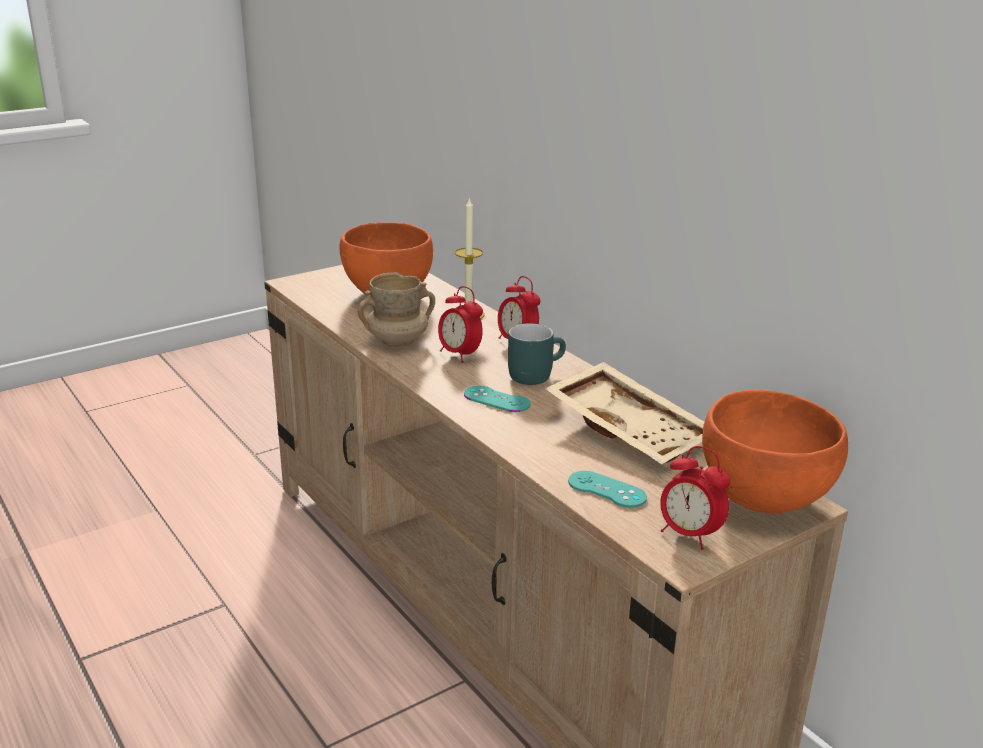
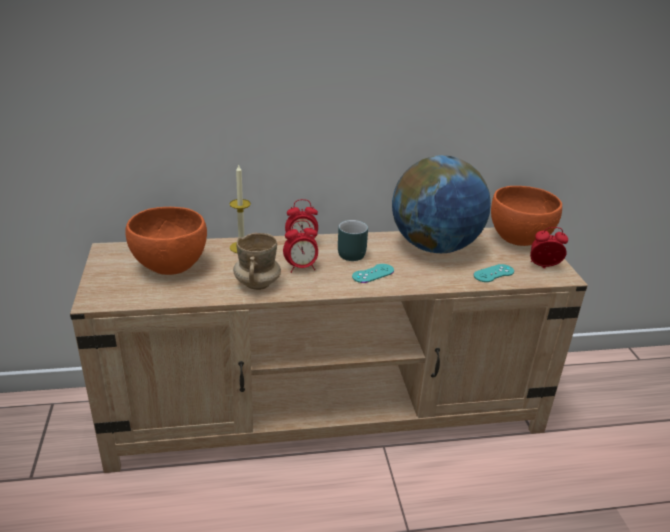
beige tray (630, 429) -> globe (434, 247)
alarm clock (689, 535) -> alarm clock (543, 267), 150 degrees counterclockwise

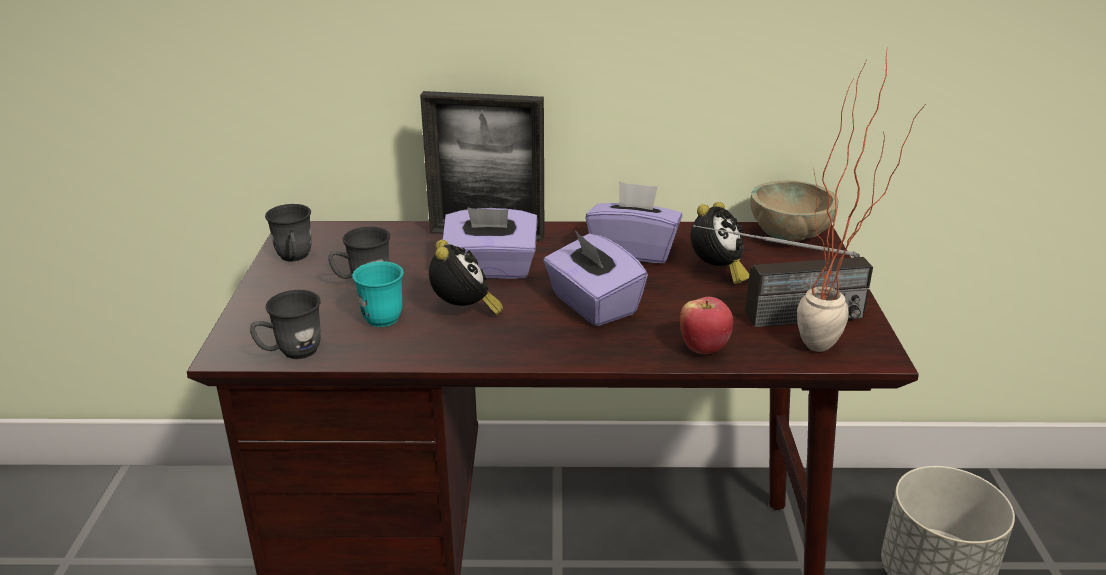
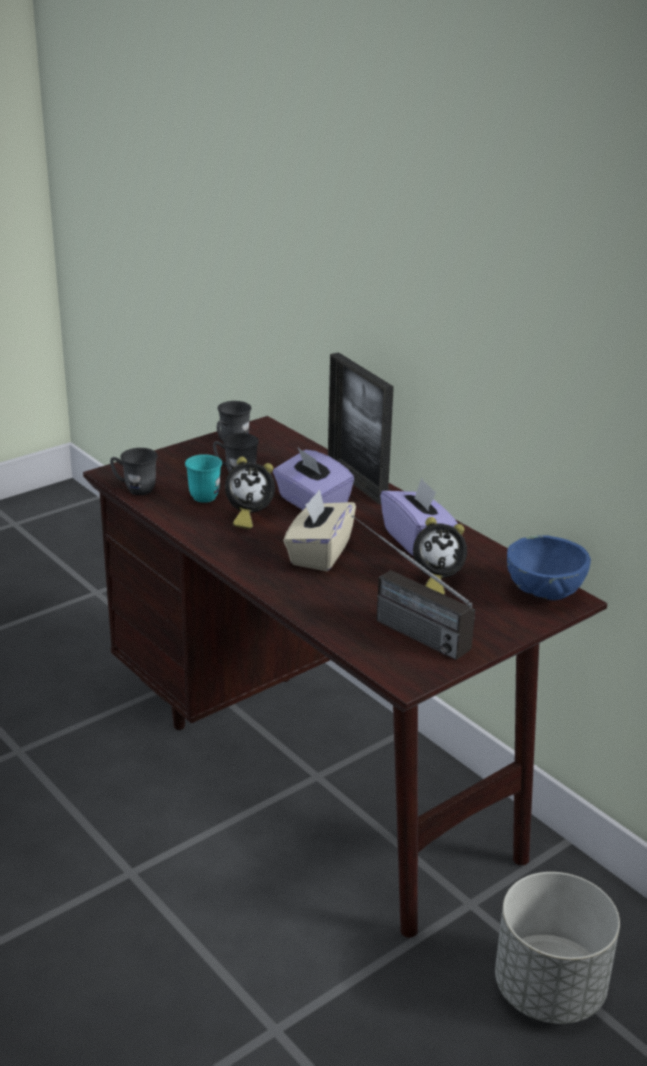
alarm clock (464, 312) -> alarm clock (248, 517), 45 degrees clockwise
purple tissue box (592, 305) -> beige tissue box (319, 553)
apple (704, 348) -> none
beige bowl (789, 237) -> blue bowl (545, 593)
potted plant (830, 353) -> none

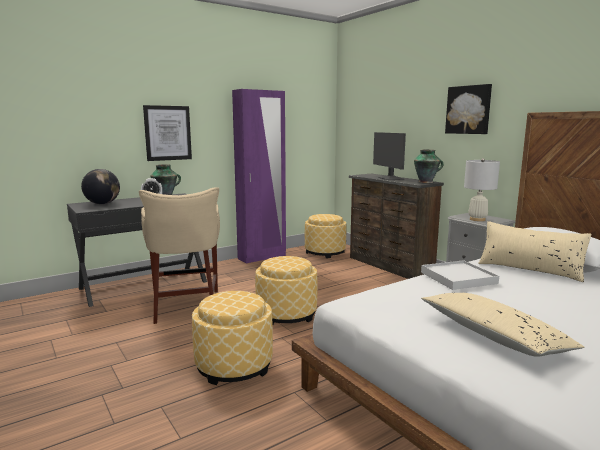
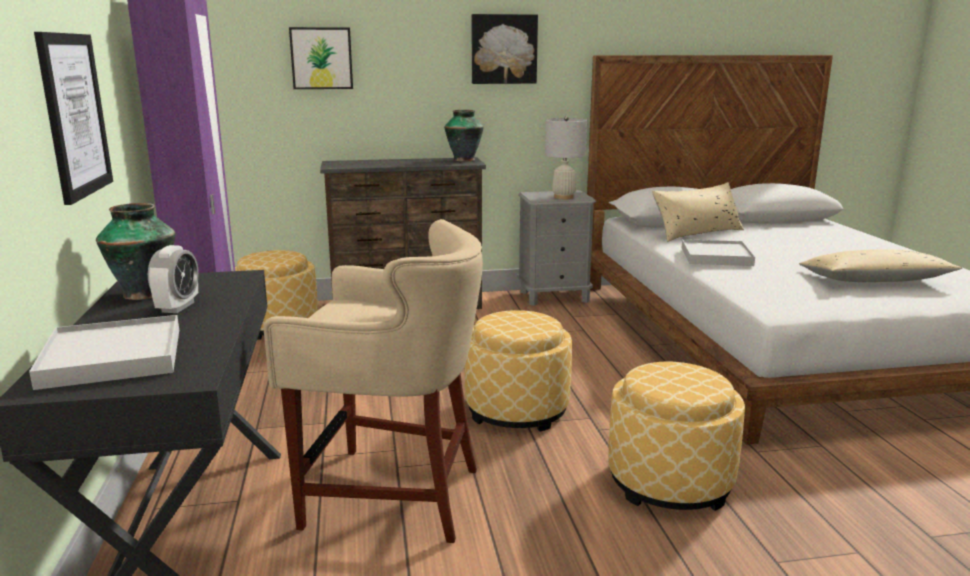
globe (102, 203) -> white tray (112, 357)
monitor (390, 178) -> none
none -> picture (321, 58)

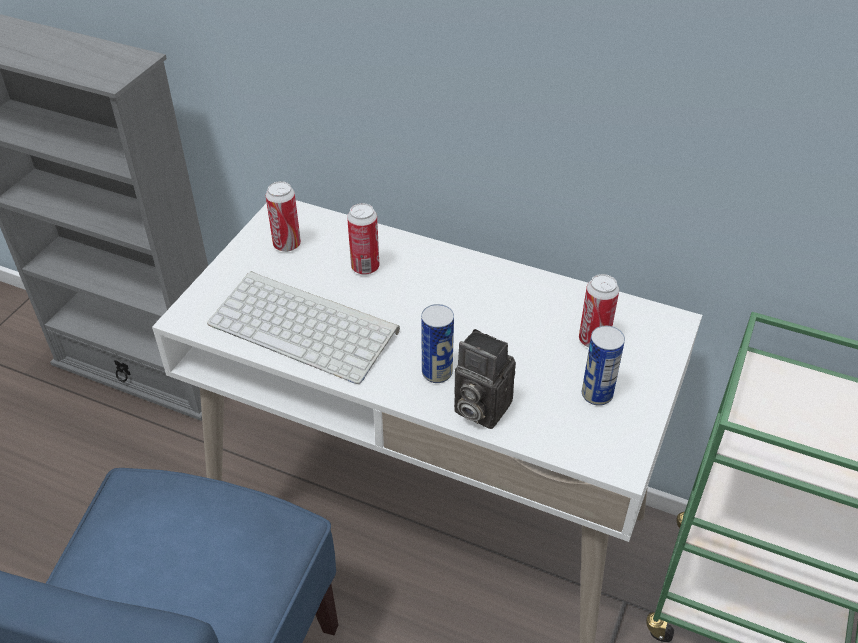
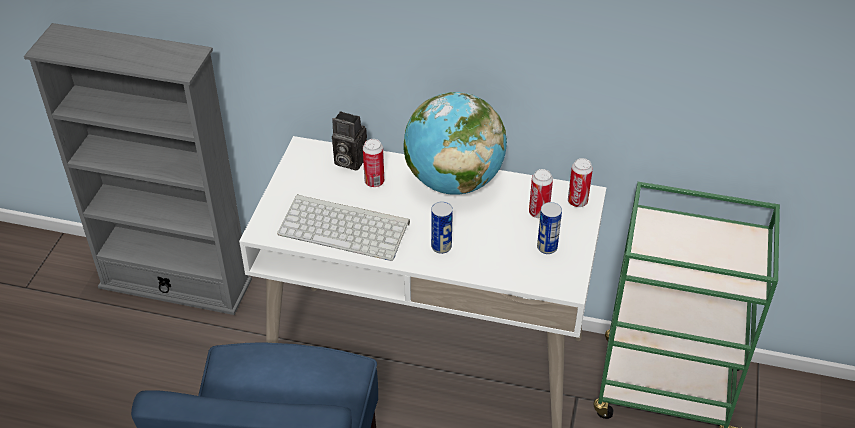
can (287, 245) -> can (577, 201), move
photo camera (478, 408) -> photo camera (348, 160), move
none -> globe (453, 181)

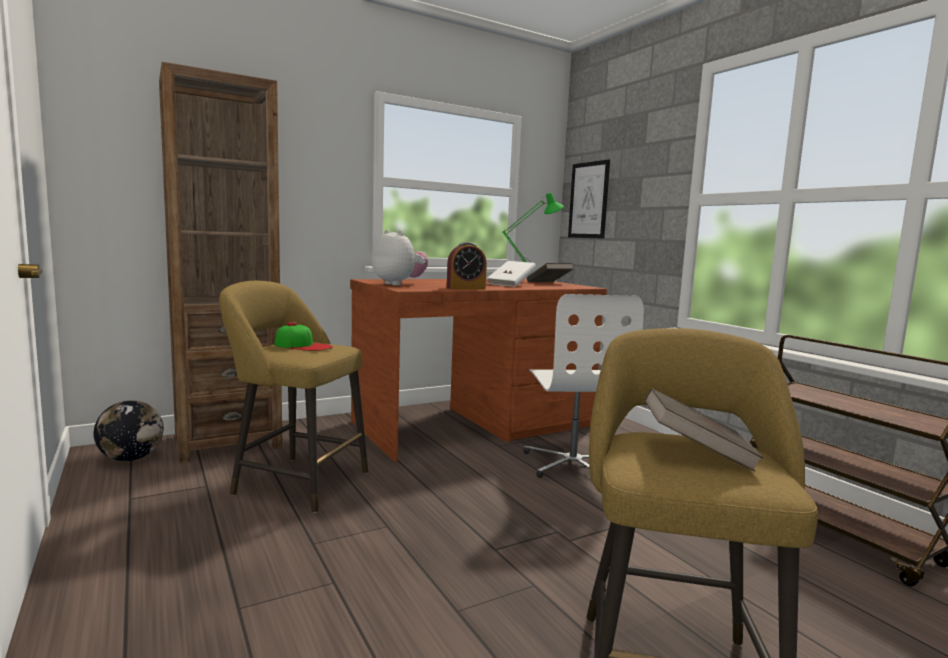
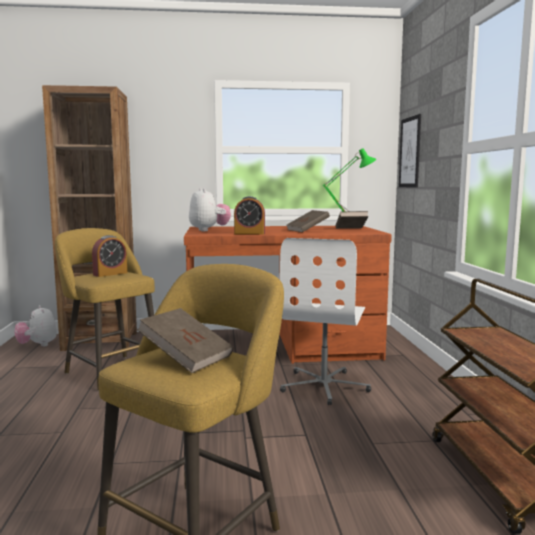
globe (131, 458) -> plush toy (37, 345)
cap (303, 346) -> alarm clock (110, 274)
white book (511, 284) -> brown book (307, 230)

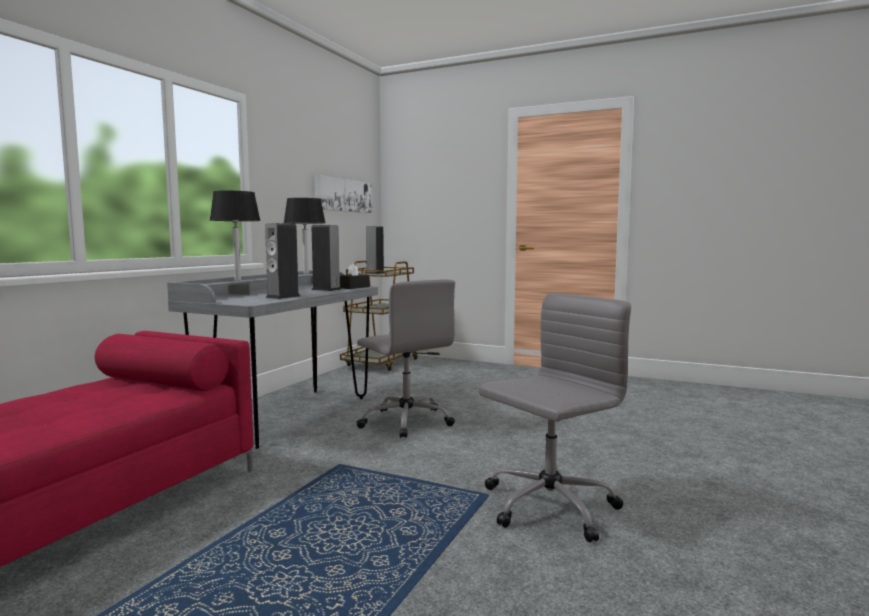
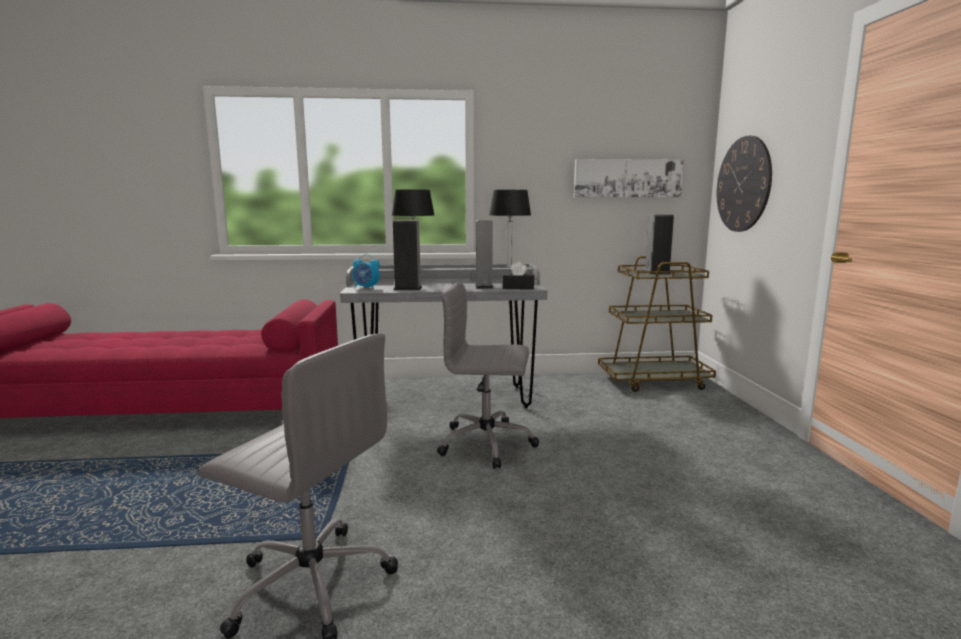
grey office chair (406, 421) -> grey office chair (488, 443), 75 degrees clockwise
none -> alarm clock (366, 288)
none -> wall clock (743, 184)

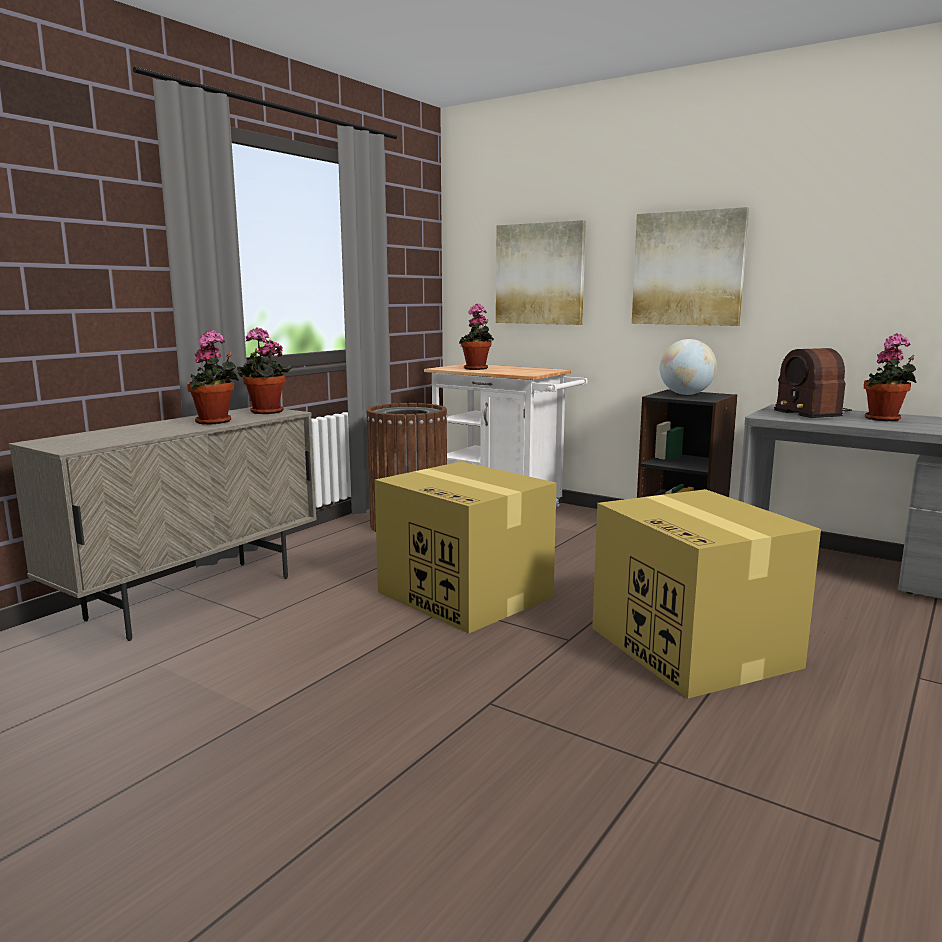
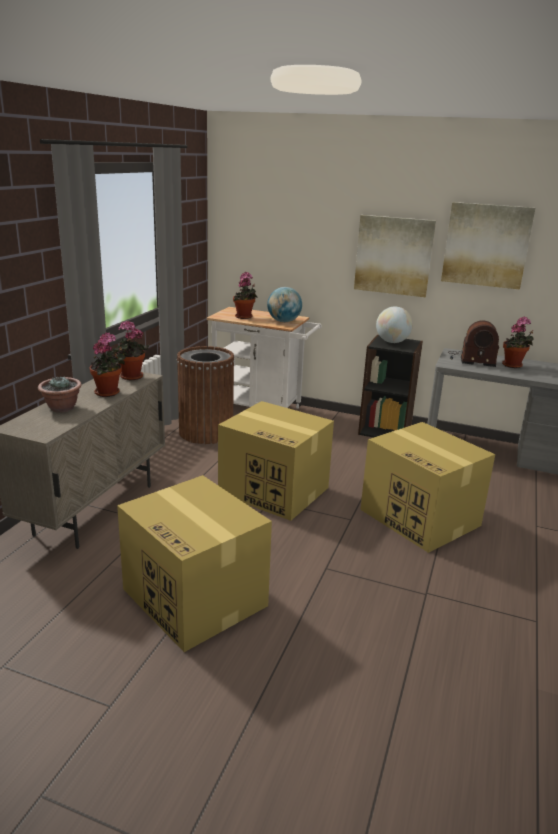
picture (540, 274) -> picture (486, 245), move
radio (811, 413) -> radio (471, 359), 45 degrees counterclockwise
none -> potted plant (62, 408)
none -> cardboard box (196, 598)
none -> globe (283, 321)

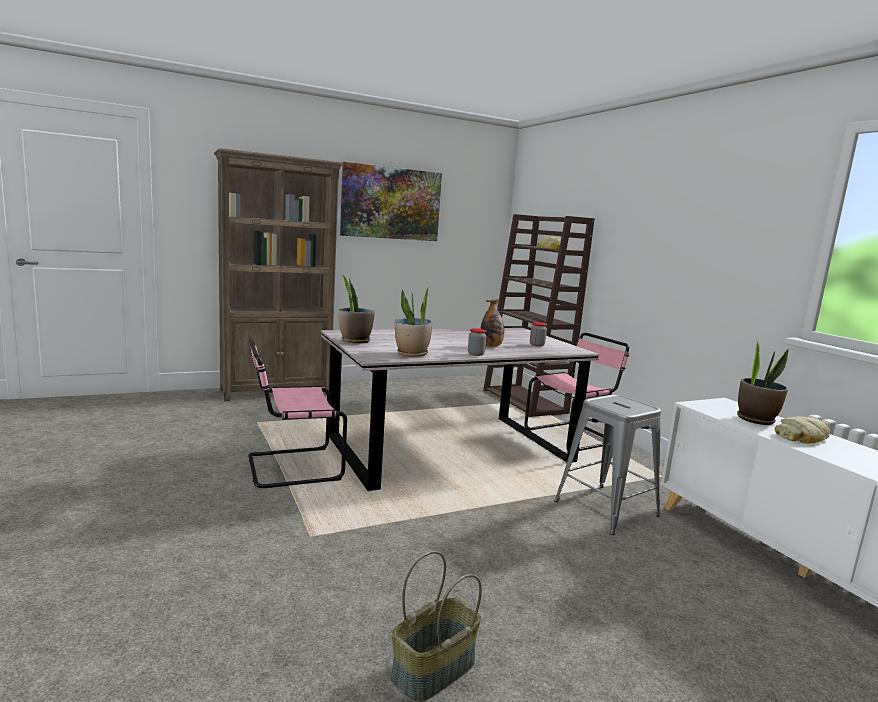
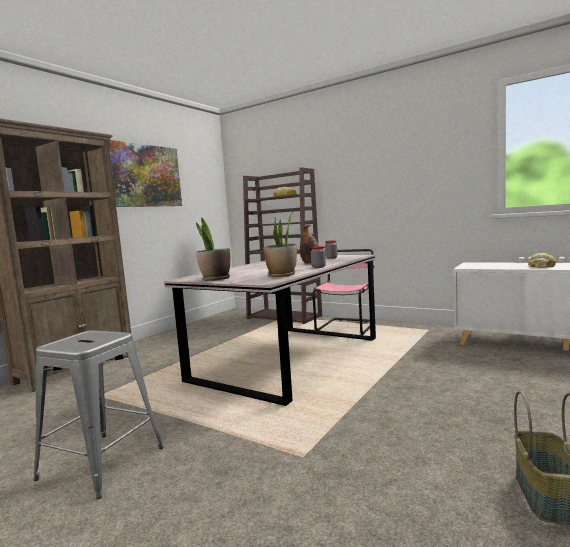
pink chair (290, 468) -> none
grey stool (605, 508) -> grey stool (101, 463), move
potted plant (756, 419) -> none

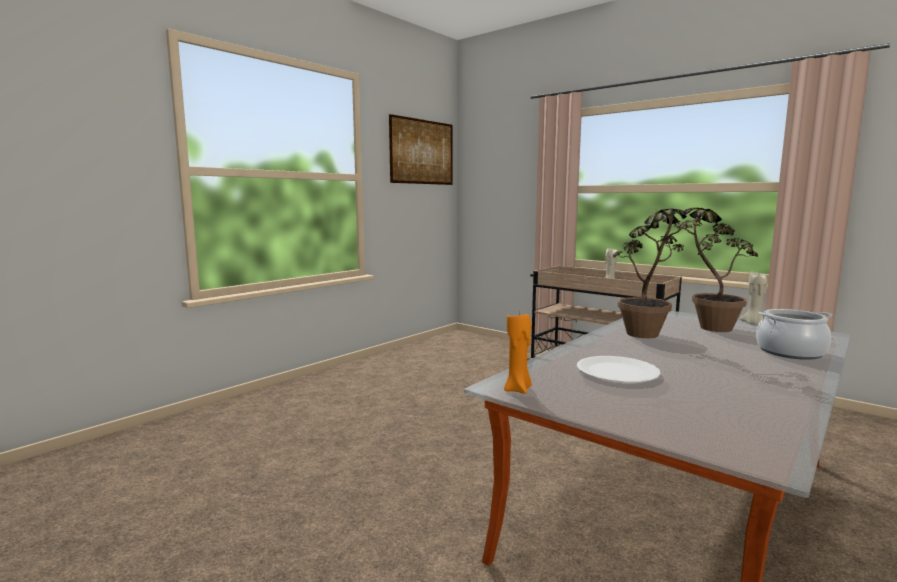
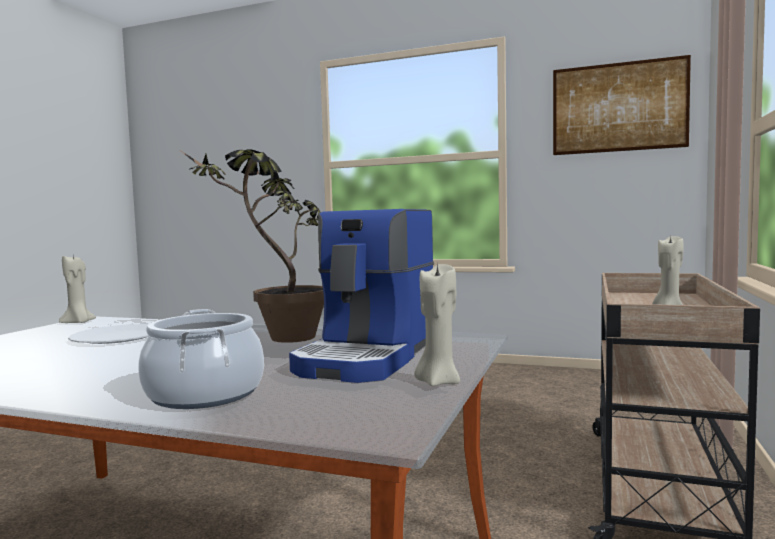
orange candle (518, 389) -> beige candle (78, 323)
potted plant (703, 327) -> coffee machine (369, 357)

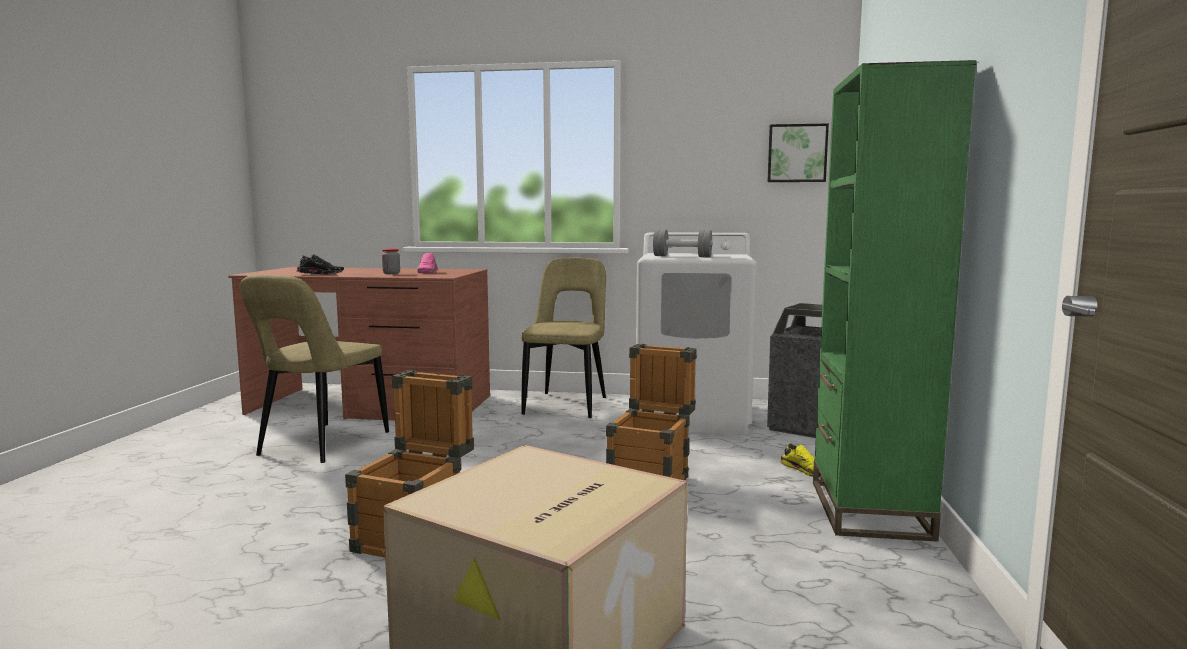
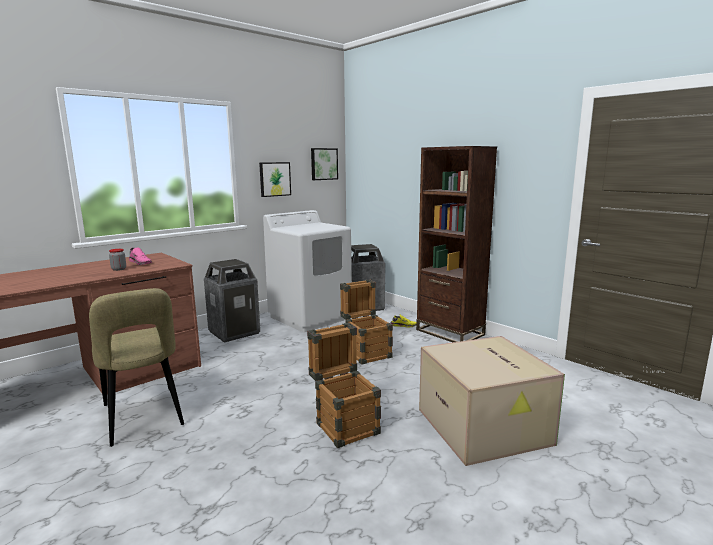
black shoe (321, 274) -> none
beige chair (567, 404) -> trash can (234, 332)
grey dumbbell (682, 256) -> none
green bookcase (868, 509) -> brown bookcase (450, 332)
none -> picture (274, 179)

